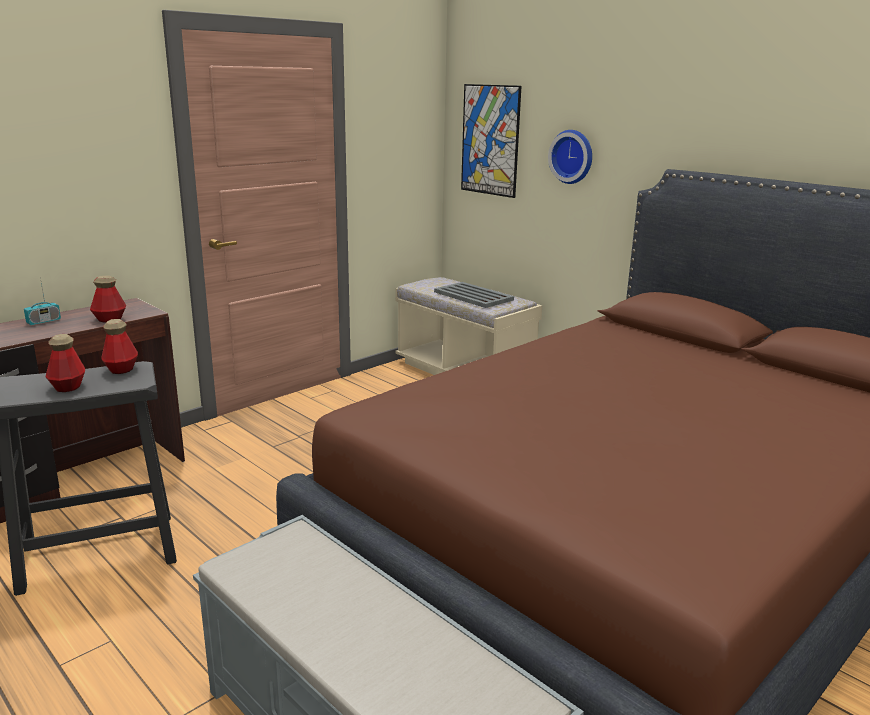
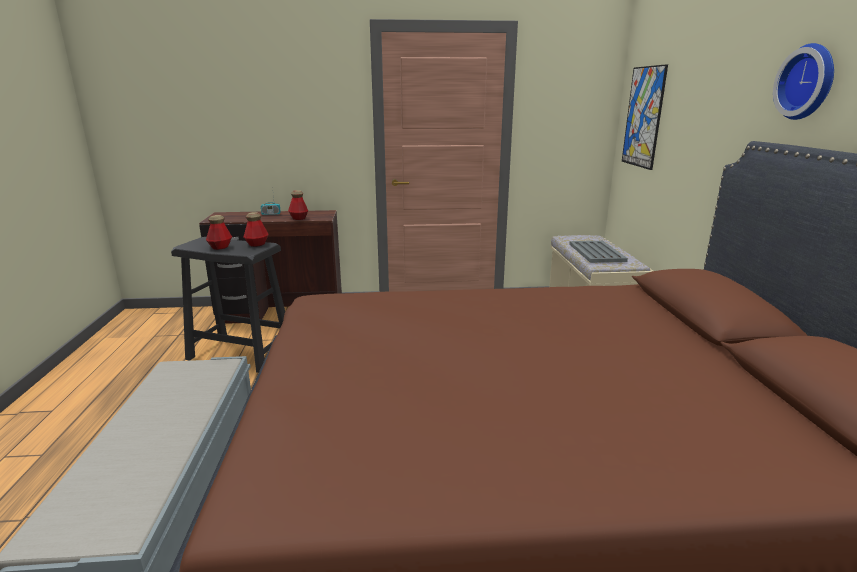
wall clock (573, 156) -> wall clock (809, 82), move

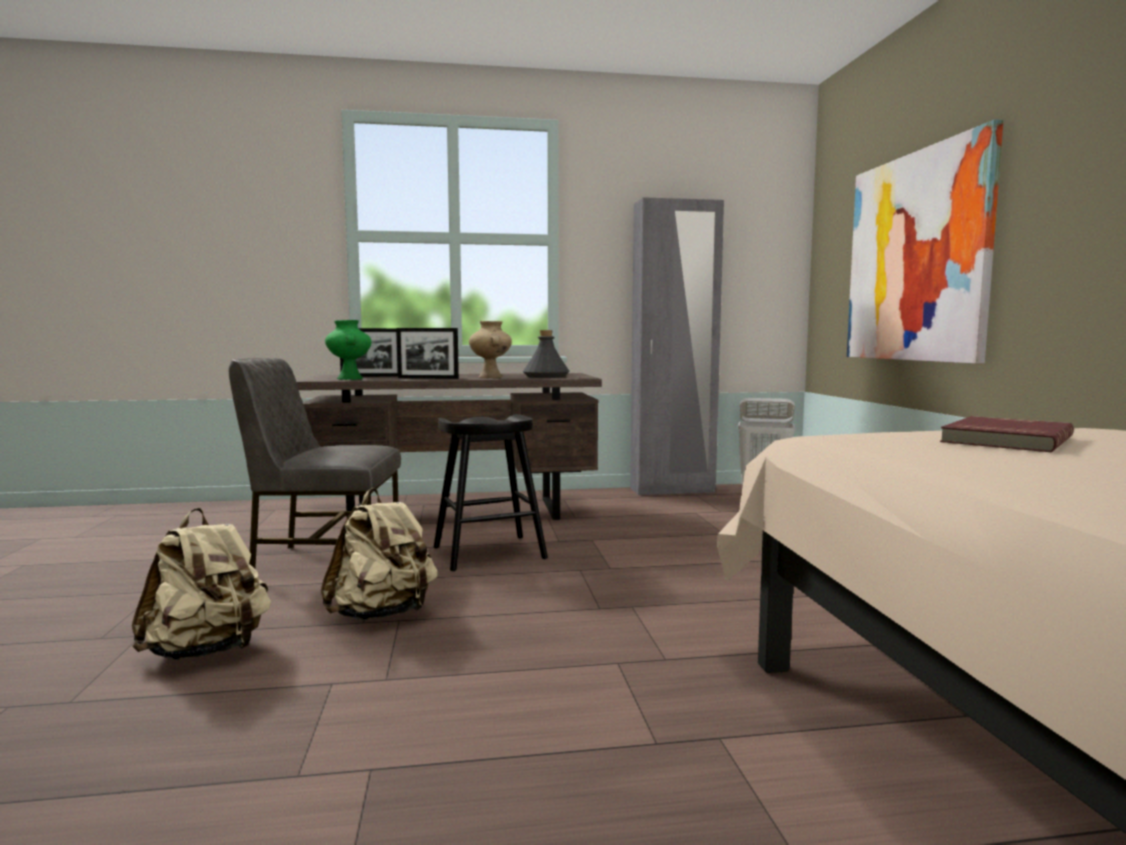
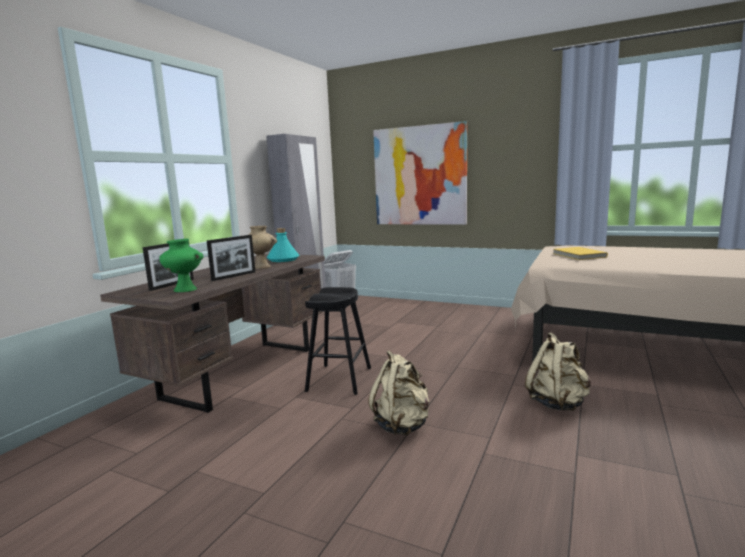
beige backpack (208, 651) -> beige backpack (557, 403), move
grey chair (325, 562) -> none
grey bottle (546, 376) -> turquoise bottle (283, 259)
red book (1003, 439) -> yellow book (578, 255)

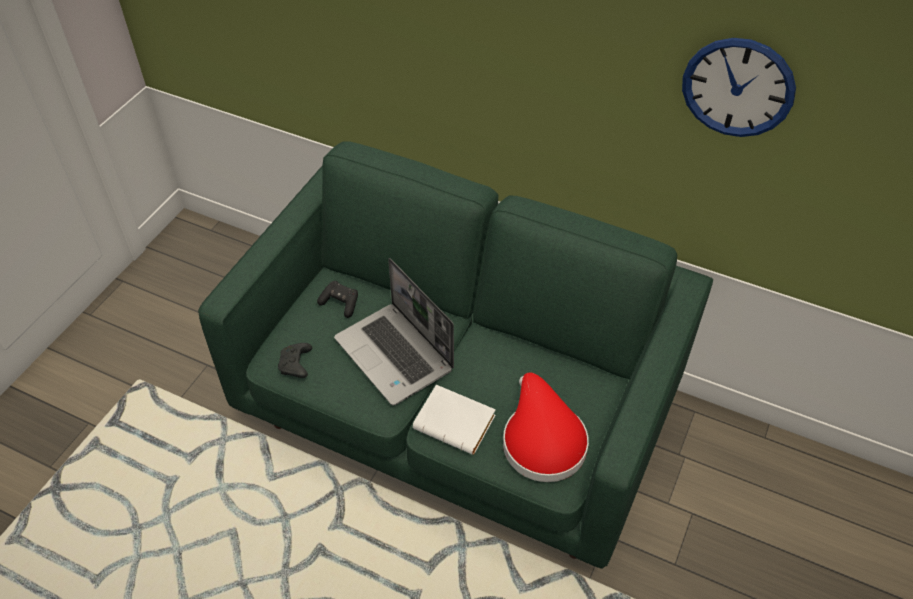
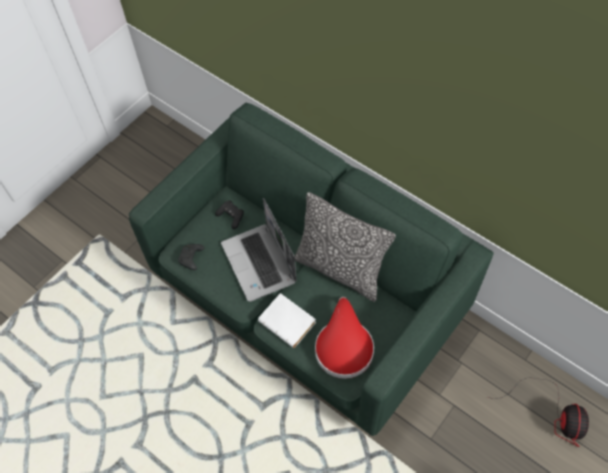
wall clock (737, 87) -> none
none -> pillow (340, 270)
none -> fan (553, 414)

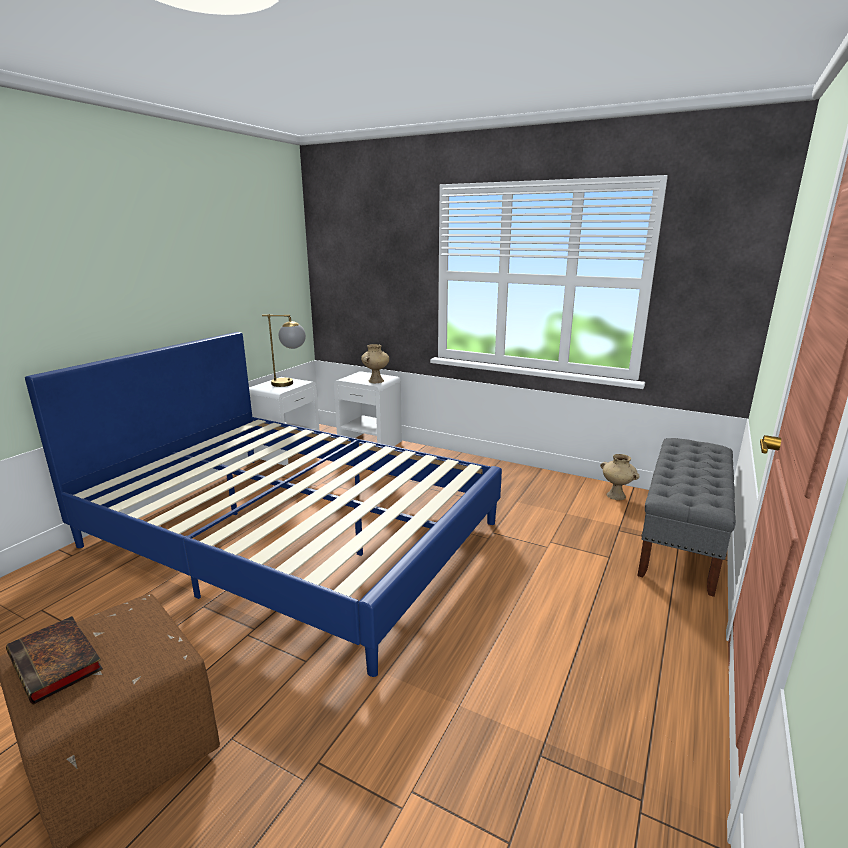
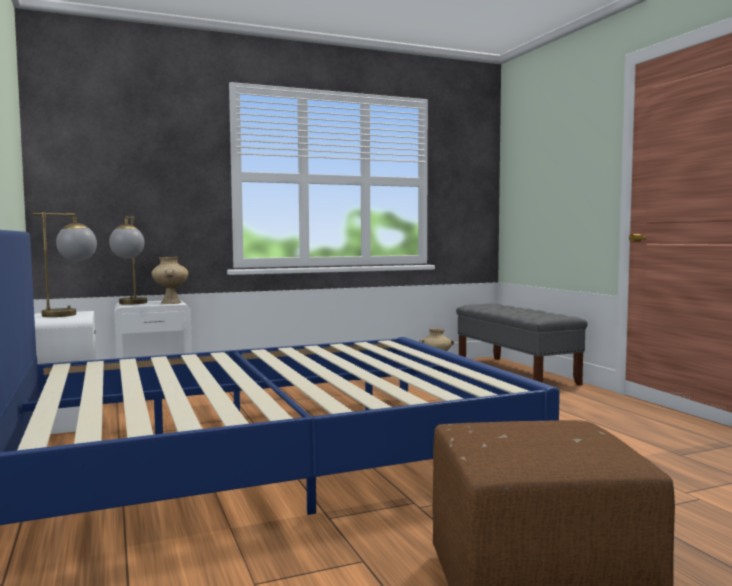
book (57, 663) -> none
none -> table lamp (131, 304)

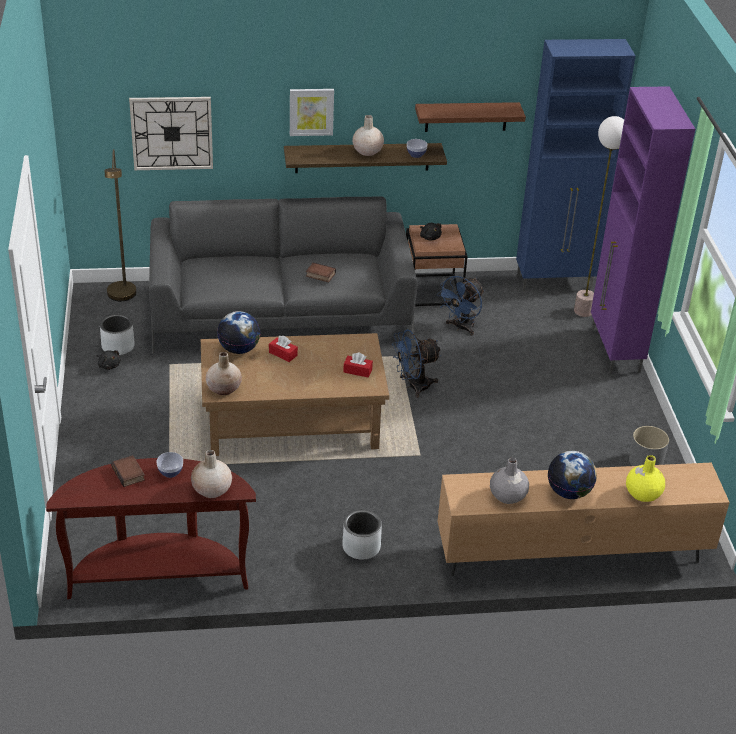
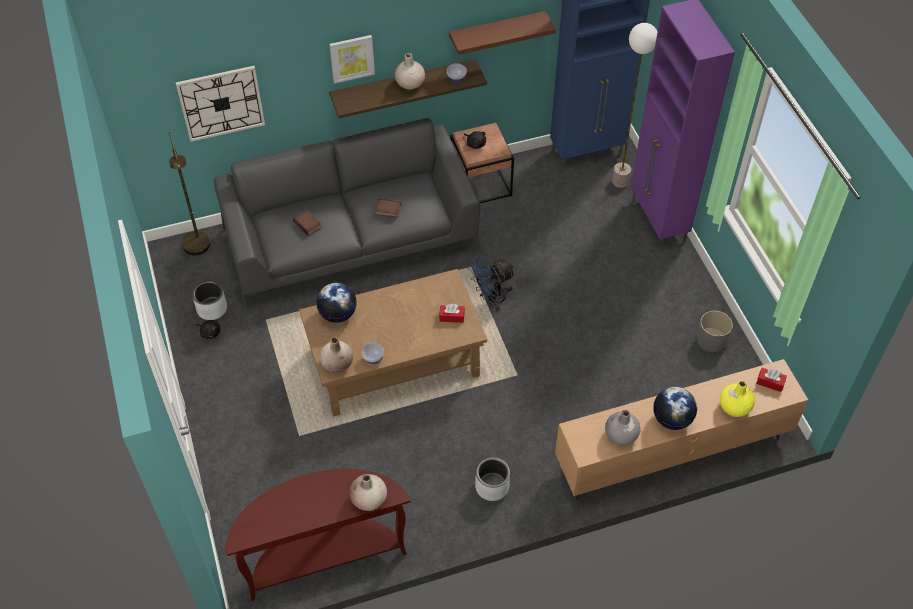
book (129, 474) -> book (308, 224), move
bowl (170, 472) -> bowl (373, 358), move
red tissue box (283, 354) -> red tissue box (770, 382), move
blue fan (461, 327) -> none

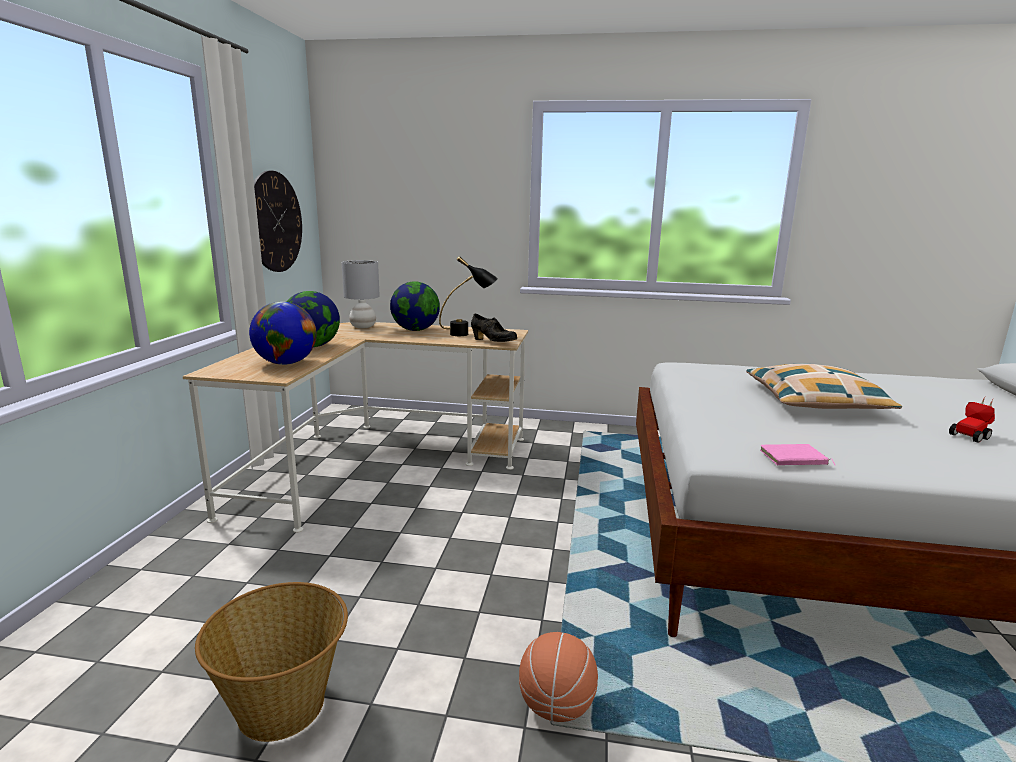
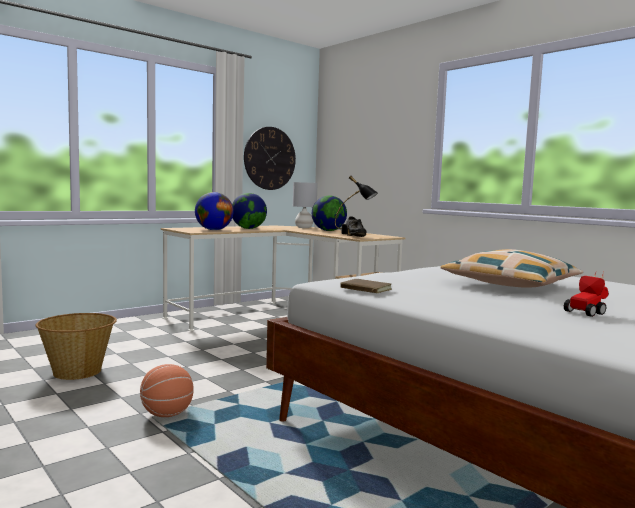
pink book (793, 459) -> brown book (364, 289)
toy car (972, 435) -> toy car (587, 312), 45 degrees counterclockwise

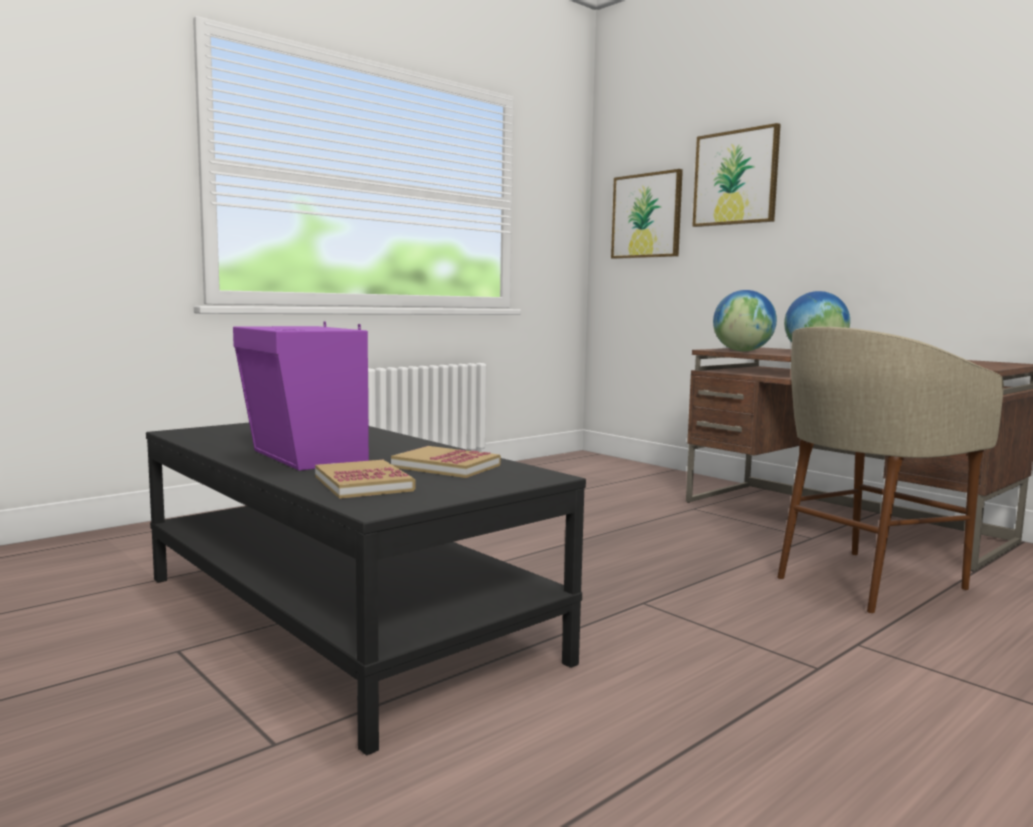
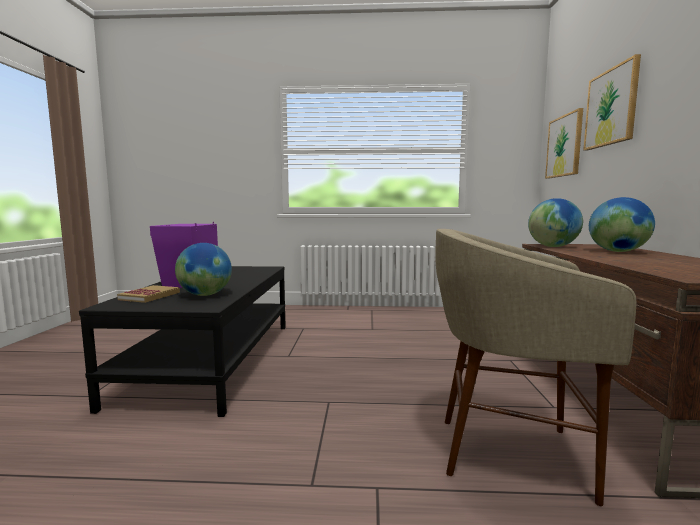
book (446, 466) -> globe (205, 295)

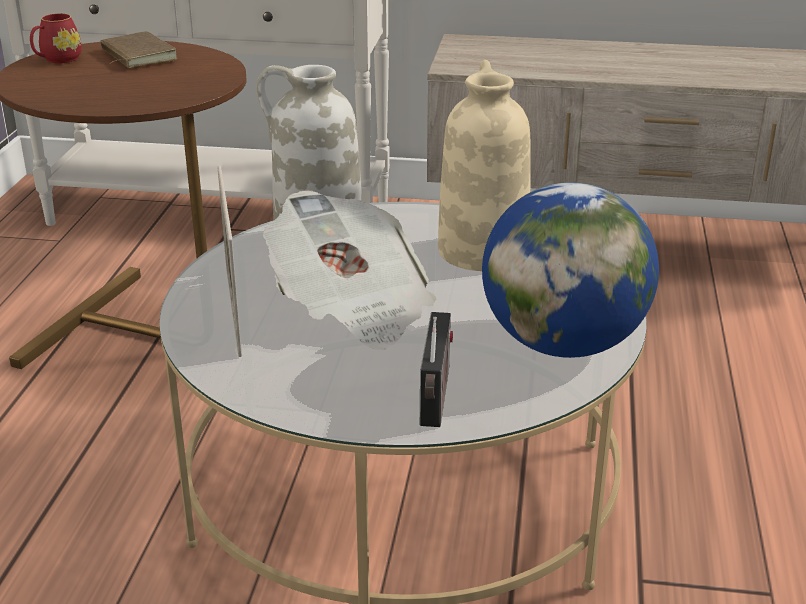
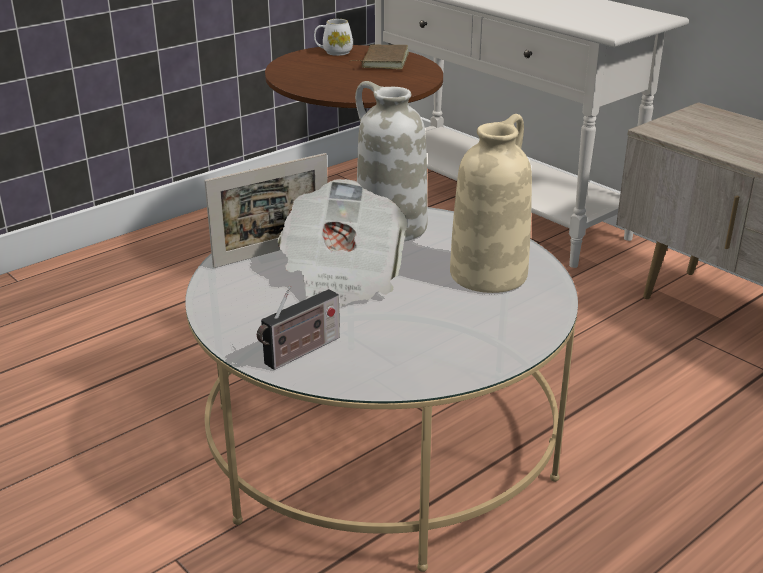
red mug (57, 60) -> white mug (333, 52)
picture frame (234, 312) -> picture frame (272, 251), 150 degrees counterclockwise
globe (563, 344) -> none

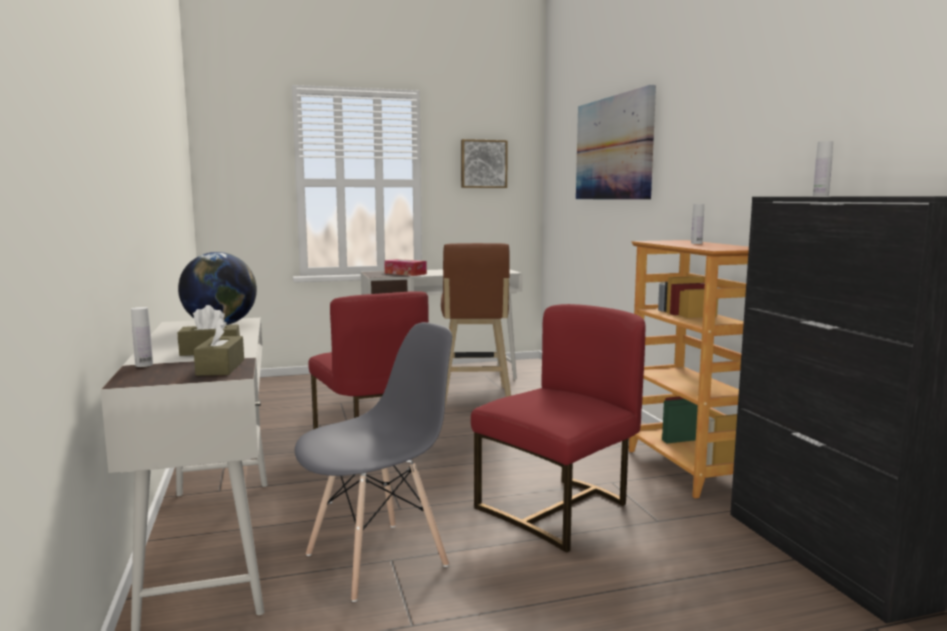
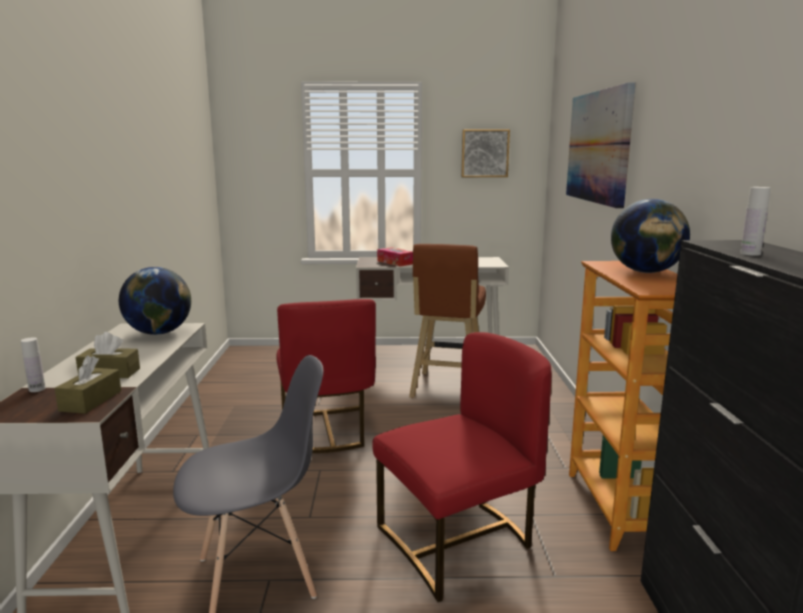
white bottle (696, 243) -> globe (645, 272)

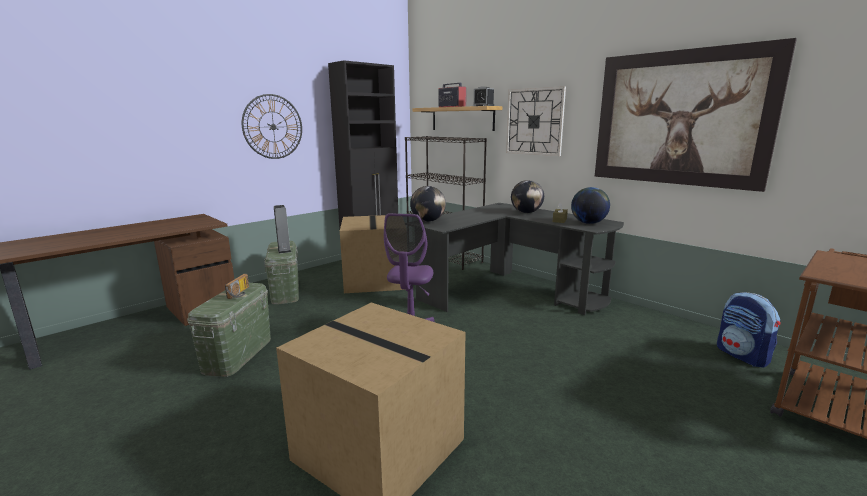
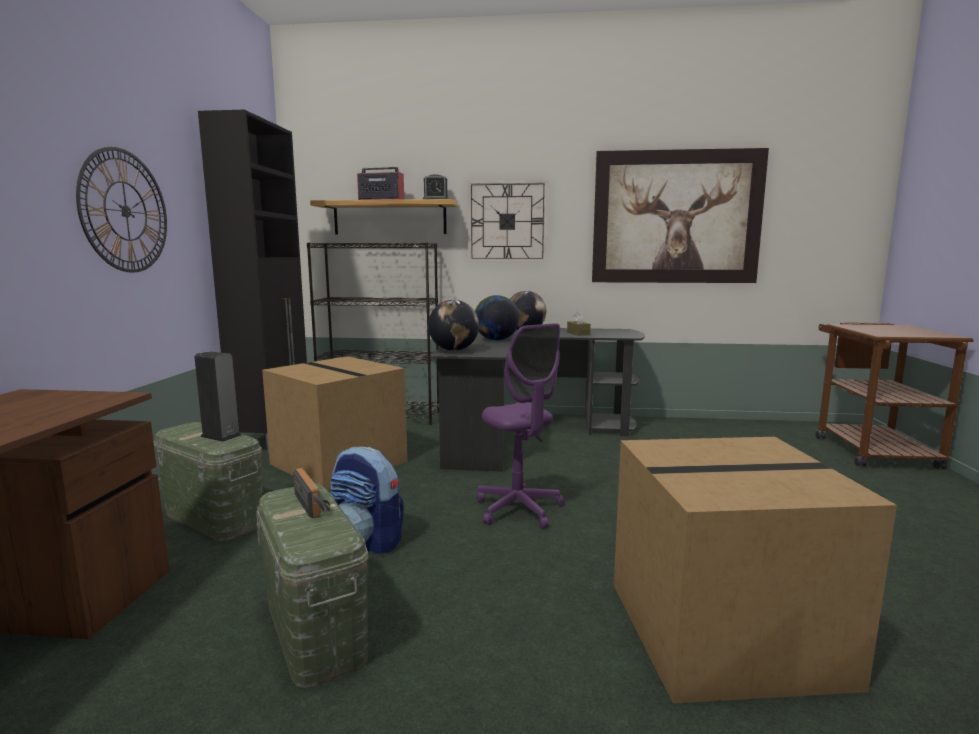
globe (588, 223) -> globe (496, 340), move
backpack (743, 356) -> backpack (368, 541), move

